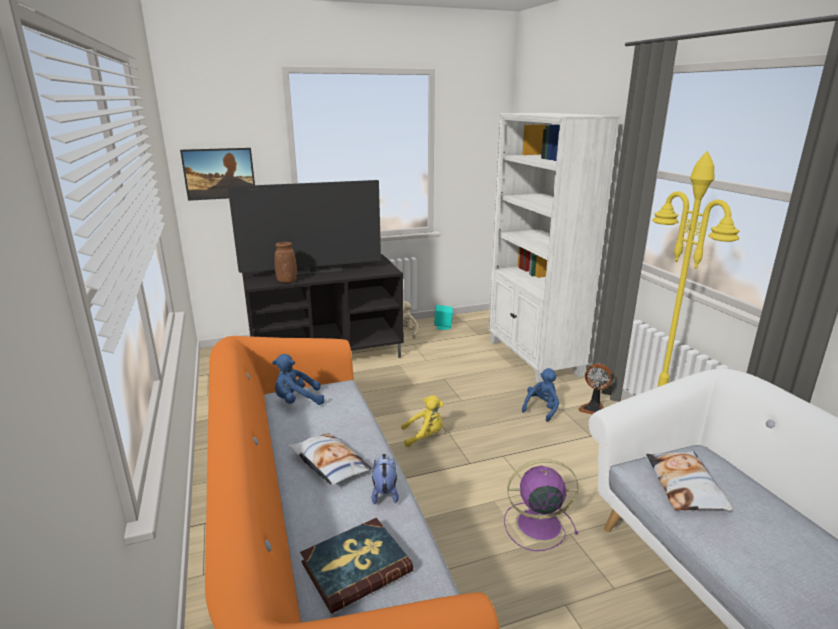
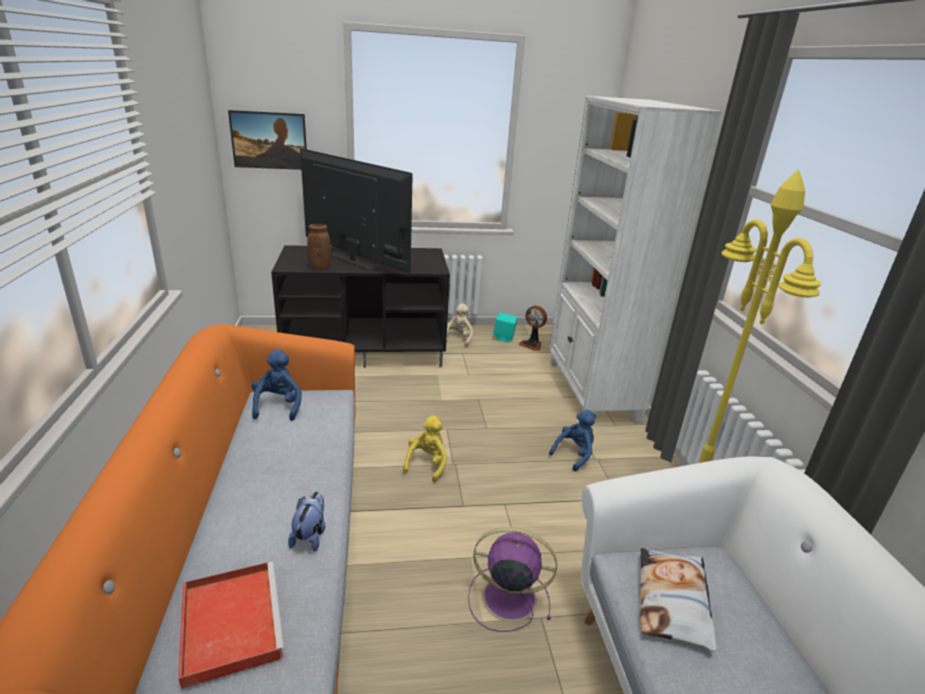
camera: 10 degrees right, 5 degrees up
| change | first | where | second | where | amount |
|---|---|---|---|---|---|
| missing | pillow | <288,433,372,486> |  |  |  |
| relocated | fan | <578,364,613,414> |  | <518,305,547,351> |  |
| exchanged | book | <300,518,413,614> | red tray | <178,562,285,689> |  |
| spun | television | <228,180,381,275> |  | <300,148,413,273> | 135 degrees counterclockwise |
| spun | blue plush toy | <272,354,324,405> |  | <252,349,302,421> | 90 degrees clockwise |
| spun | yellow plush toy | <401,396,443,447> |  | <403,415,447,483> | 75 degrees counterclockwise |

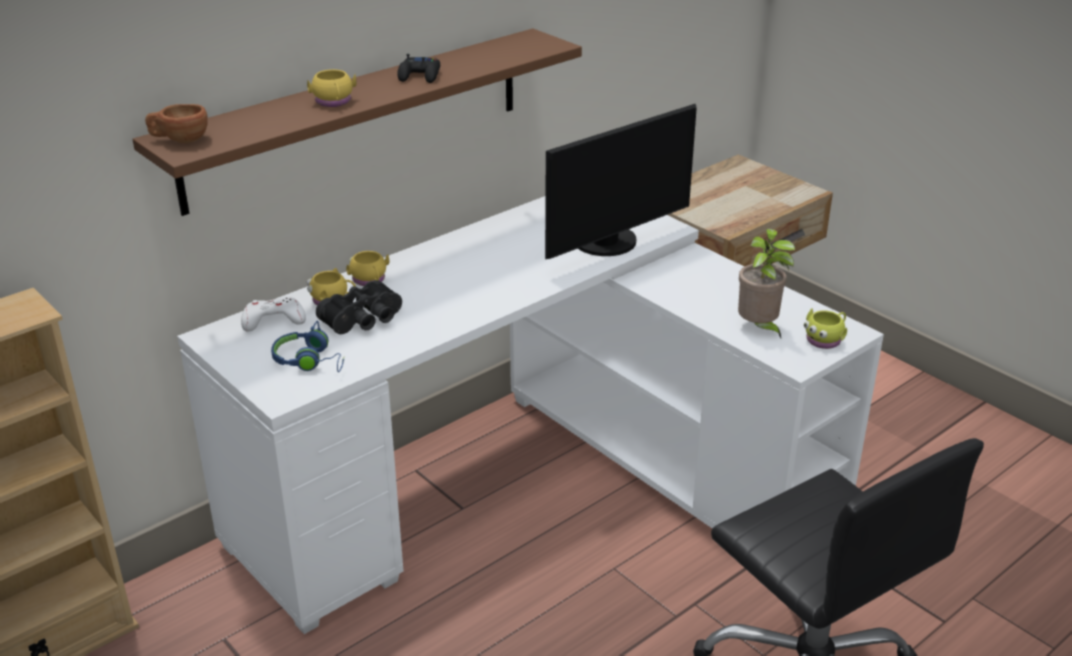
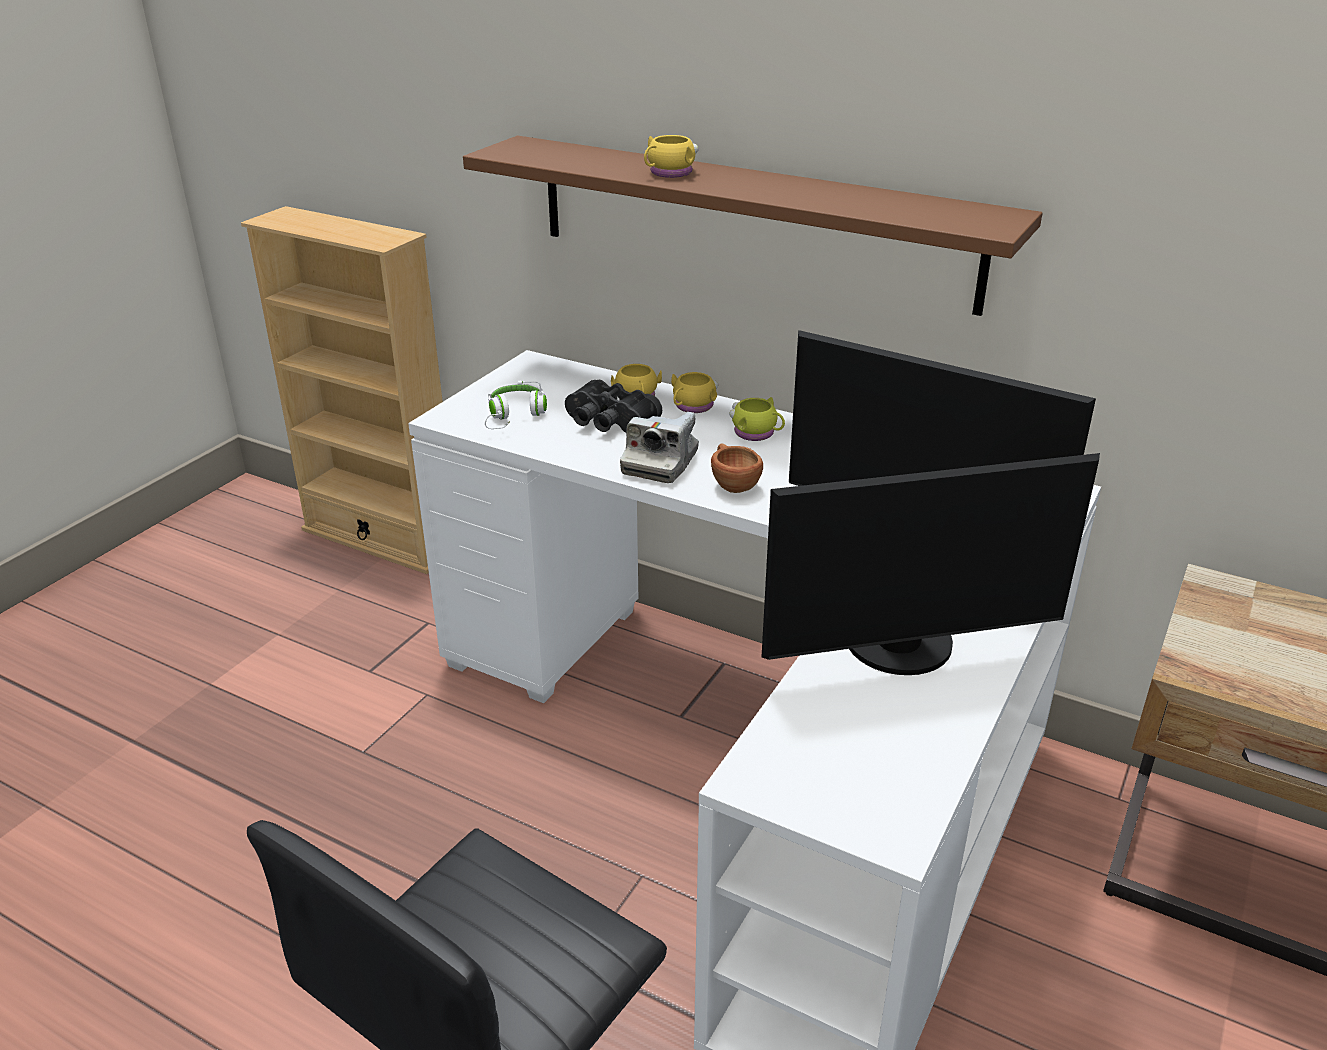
camera: 70 degrees right, 0 degrees up
| change | first | where | second | where | amount |
|---|---|---|---|---|---|
| missing | white game controller | <241,297,306,331> |  |  |  |
| missing | black game controller | <397,54,440,83> |  |  |  |
| missing | potted plant | <738,229,795,338> |  |  |  |
| appeared |  |  | photo camera | <620,412,699,483> |  |
| appeared |  |  | monitor | <761,453,1100,675> |  |
| relocated | brown cup | <145,104,208,143> |  | <711,443,763,493> |  |
| relocated | yellow mug | <804,309,847,349> |  | <729,397,785,441> |  |
| colour | blue headphones | <271,321,344,372> | white headphones | <485,381,547,429> |  |

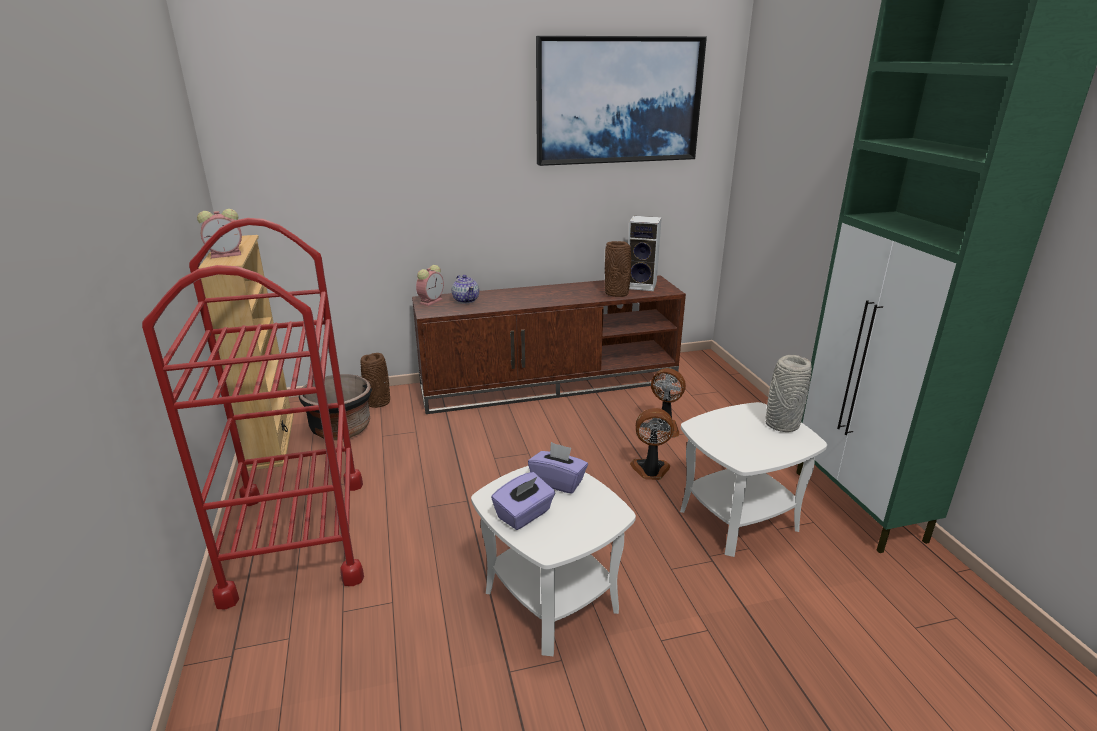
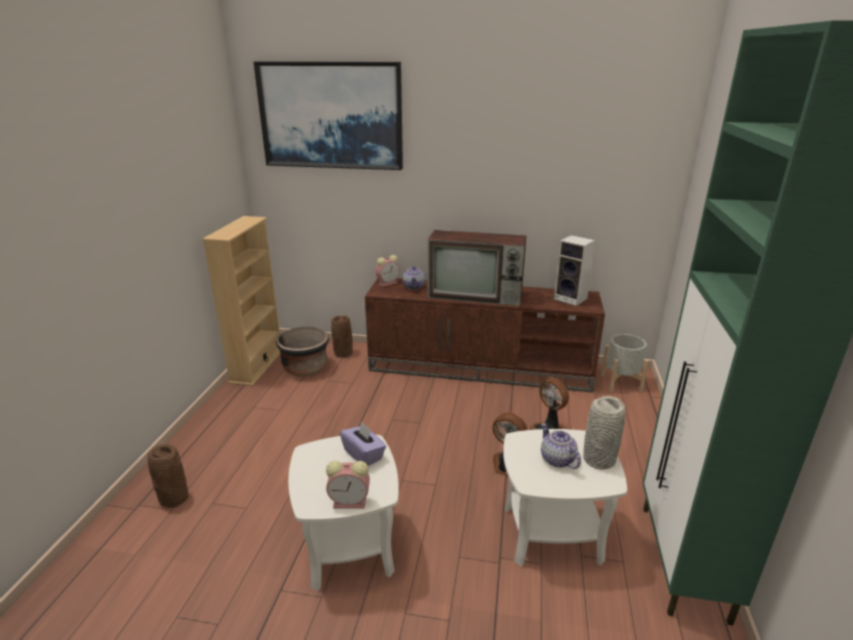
camera: 25 degrees right, 0 degrees up
| change | first | where | second | where | amount |
|---|---|---|---|---|---|
| missing | red cart | <142,218,364,609> |  |  |  |
| missing | purple tissue box | <491,472,555,530> |  |  |  |
| appeared |  |  | television | <428,230,526,306> |  |
| appeared |  |  | teapot | <541,423,581,469> |  |
| appeared |  |  | grey planter | <601,334,649,392> |  |
| relocated | alarm clock | <197,209,242,258> |  | <326,461,370,508> |  |
| relocated | picture | <536,36,707,166> |  | <254,61,403,170> |  |
| relocated | brown vase | <605,241,631,297> |  | <147,444,188,508> |  |

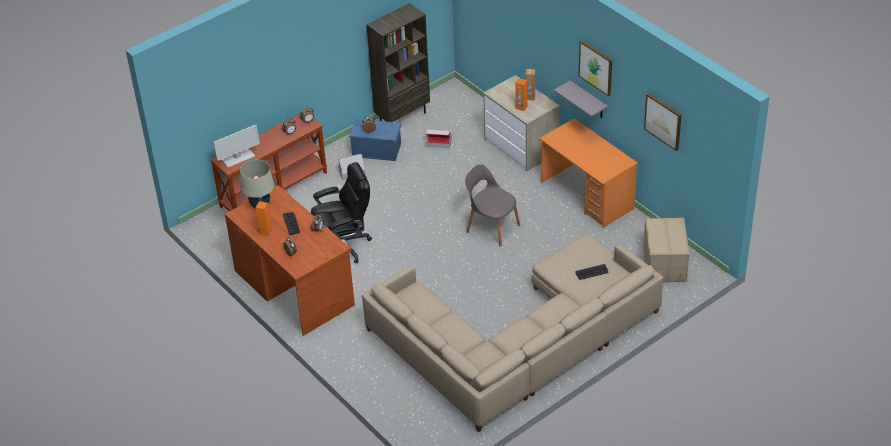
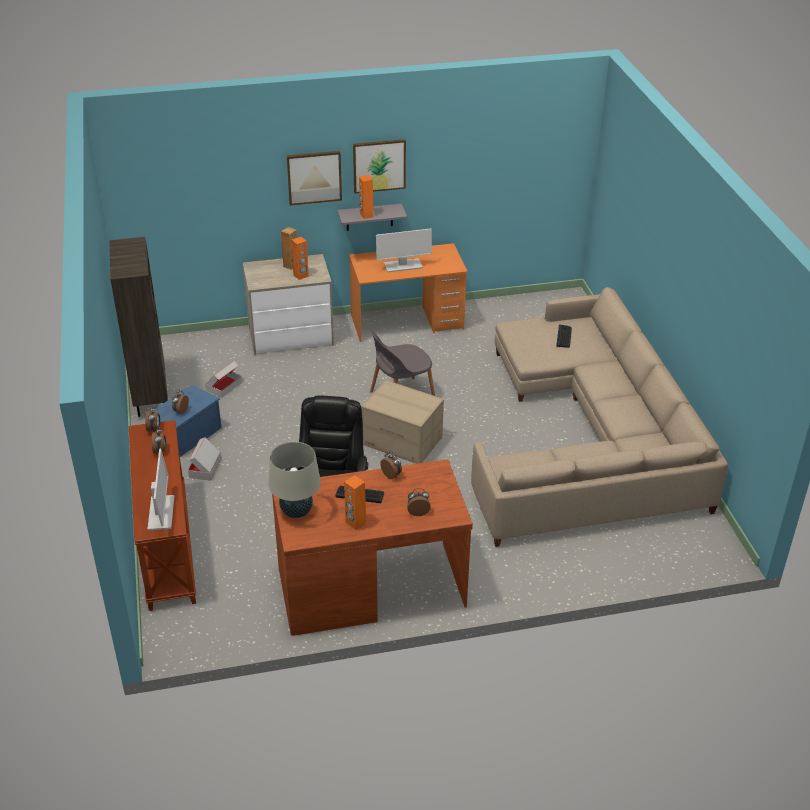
camera: 65 degrees left, 5 degrees down
| change | first | where | second | where | amount |
|---|---|---|---|---|---|
| appeared |  |  | orange speaker | <359,175,373,219> |  |
| appeared |  |  | monitor | <376,229,432,273> |  |
| relocated | cardboard box | <643,218,689,282> |  | <362,380,444,464> |  |
| relocated | picture | <644,93,682,151> |  | <286,151,342,206> |  |

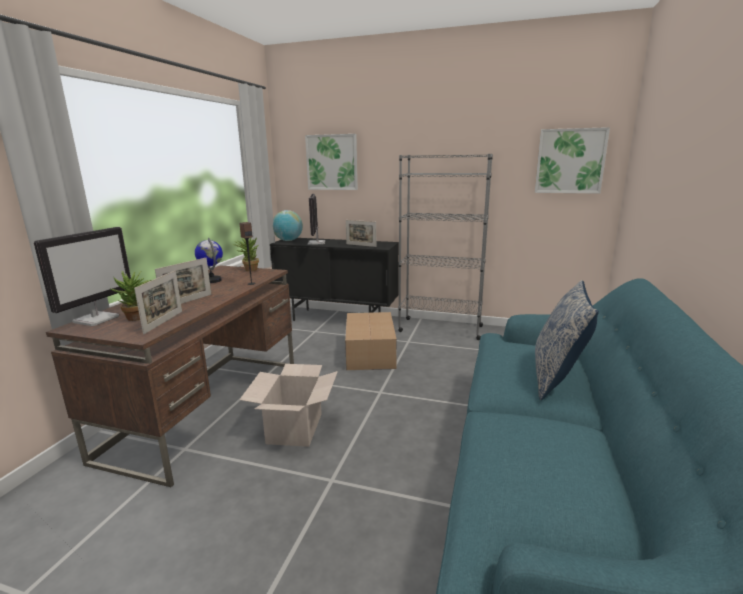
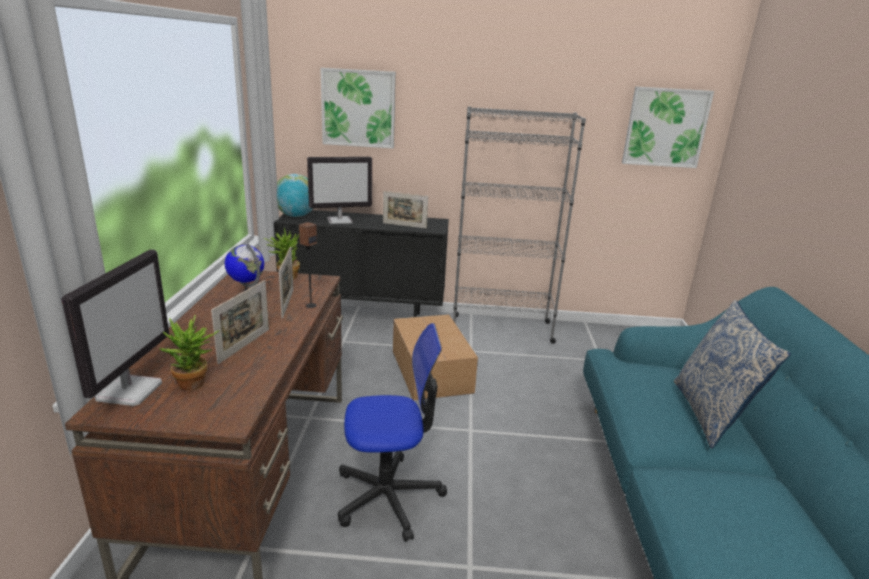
camera: 15 degrees left, 5 degrees up
| change | first | where | second | where | amount |
|---|---|---|---|---|---|
| relocated | picture frame | <134,270,182,334> |  | <279,247,294,318> |  |
| exchanged | cardboard box | <239,364,338,447> | office chair | <338,323,447,542> |  |
| spun | monitor | <308,194,325,245> |  | <307,157,372,225> | 90 degrees counterclockwise |

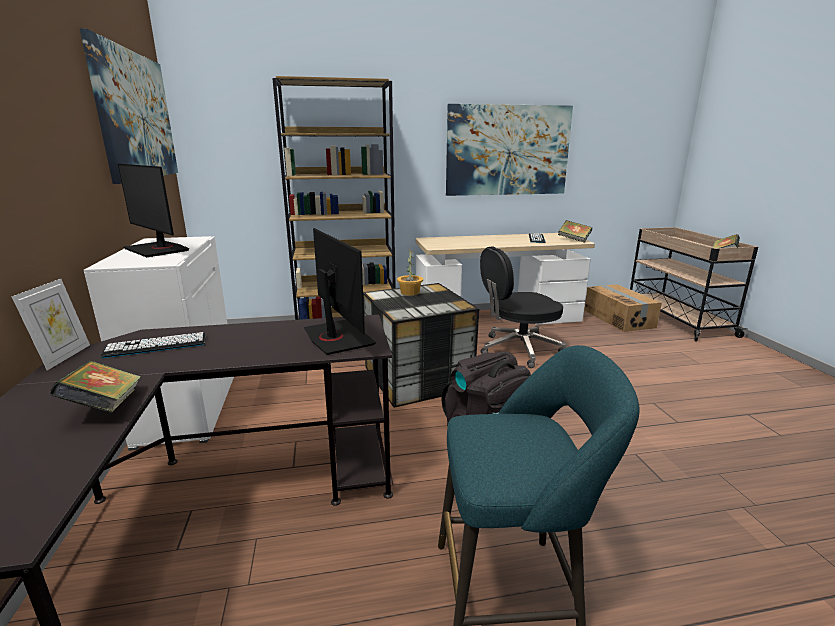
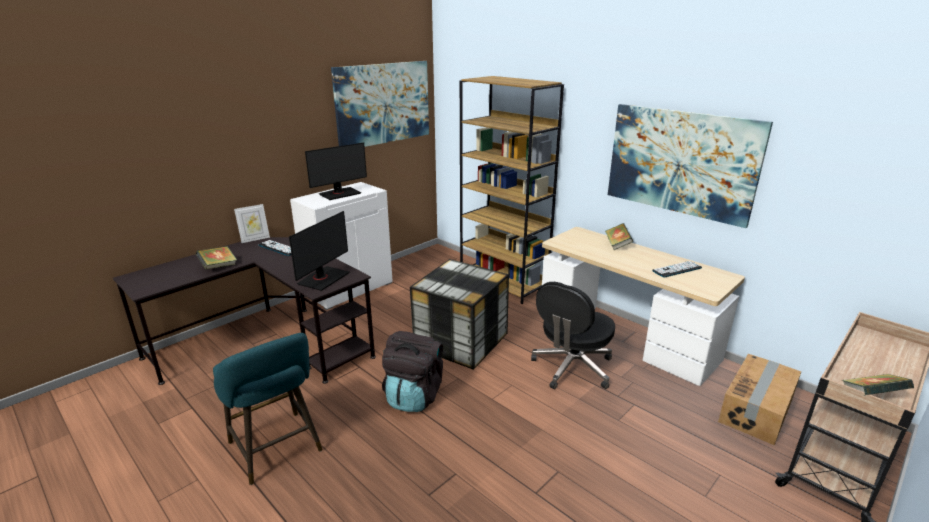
camera: 55 degrees right, 5 degrees up
| change | first | where | second | where | amount |
|---|---|---|---|---|---|
| missing | potted plant | <397,250,423,296> |  |  |  |
| relocated | book | <558,220,592,243> |  | <605,223,633,250> |  |
| spun | monitor | <118,164,190,257> |  | <305,142,367,200> | 135 degrees counterclockwise |
| spun | black office chair | <480,246,567,368> |  | <531,282,615,389> | 90 degrees counterclockwise |

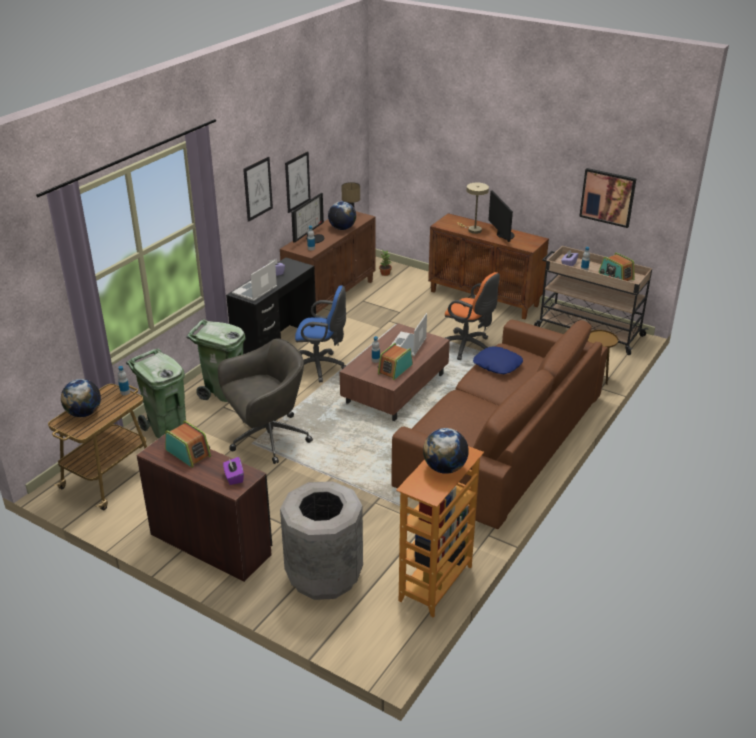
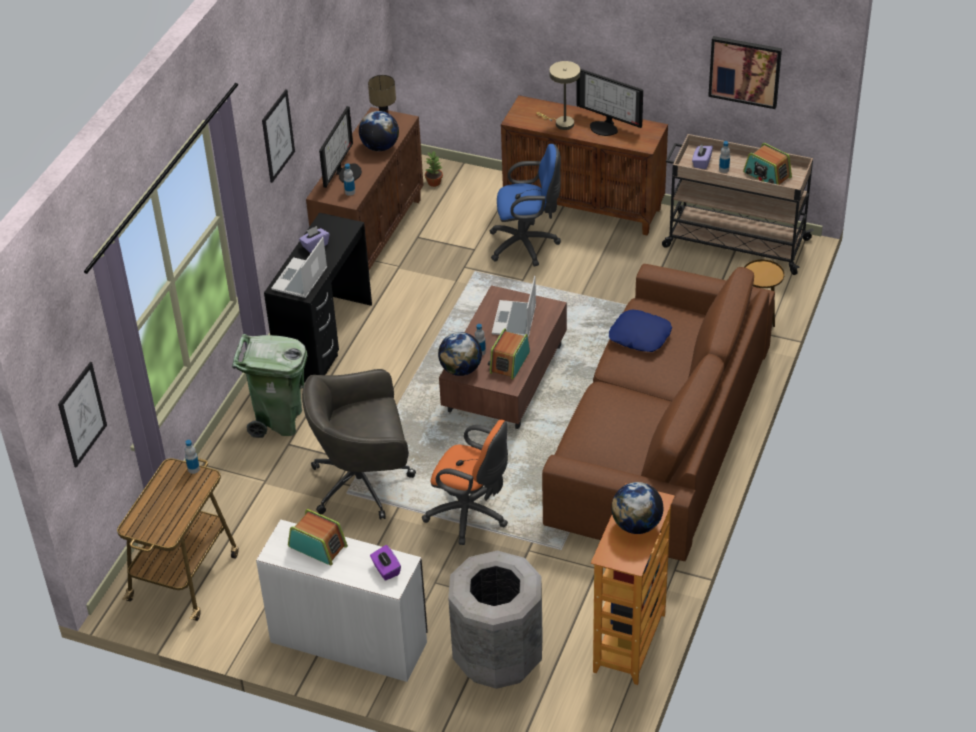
camera: 10 degrees left, 10 degrees up
| change | first | where | second | where | amount |
|---|---|---|---|---|---|
| missing | green trash can | <126,349,186,439> |  |  |  |
| relocated | globe | <61,379,101,417> |  | <438,332,482,376> |  |
| relocated | picture | <285,151,310,213> |  | <58,362,107,468> |  |
| relocated | blue office chair | <295,285,346,382> |  | <490,144,561,267> |  |
| relocated | orange office chair | <445,272,500,360> |  | <422,420,508,545> |  |
| colour | brown desk | <136,434,272,582> | white desk | <256,519,428,682> |  |
| spun | grey office chair | <218,338,313,464> |  | <302,369,416,519> | 150 degrees counterclockwise |
| spun | monitor | <488,191,514,242> |  | <577,69,643,136> | 150 degrees clockwise |

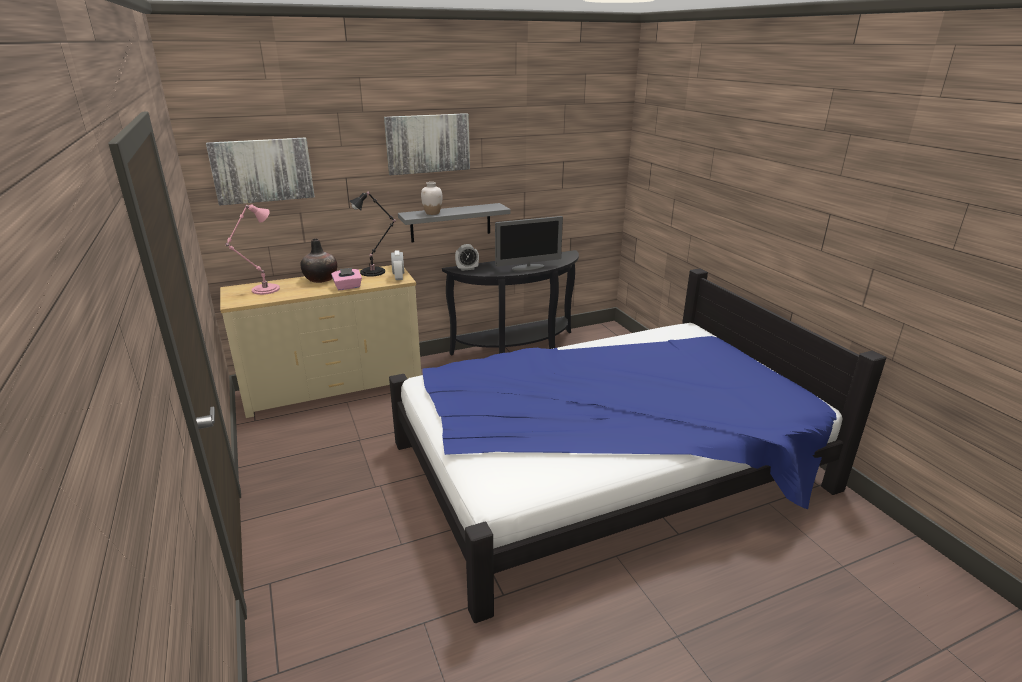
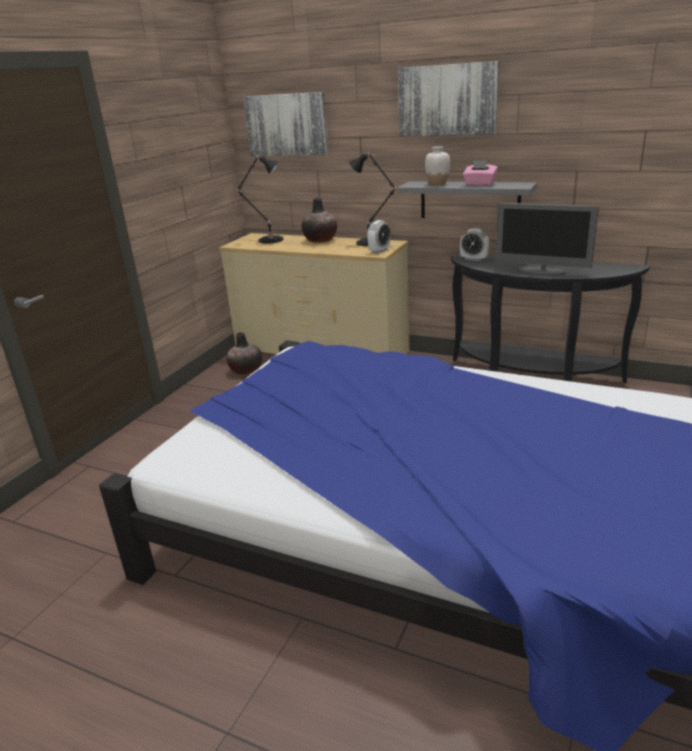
camera: 50 degrees right, 0 degrees up
| change | first | where | second | where | amount |
|---|---|---|---|---|---|
| appeared |  |  | vase | <227,332,262,375> |  |
| relocated | pink tissue box | <331,268,362,290> |  | <463,160,498,186> |  |
| colour | pink table lamp | <225,205,280,295> | black table lamp | <236,155,284,244> |  |

